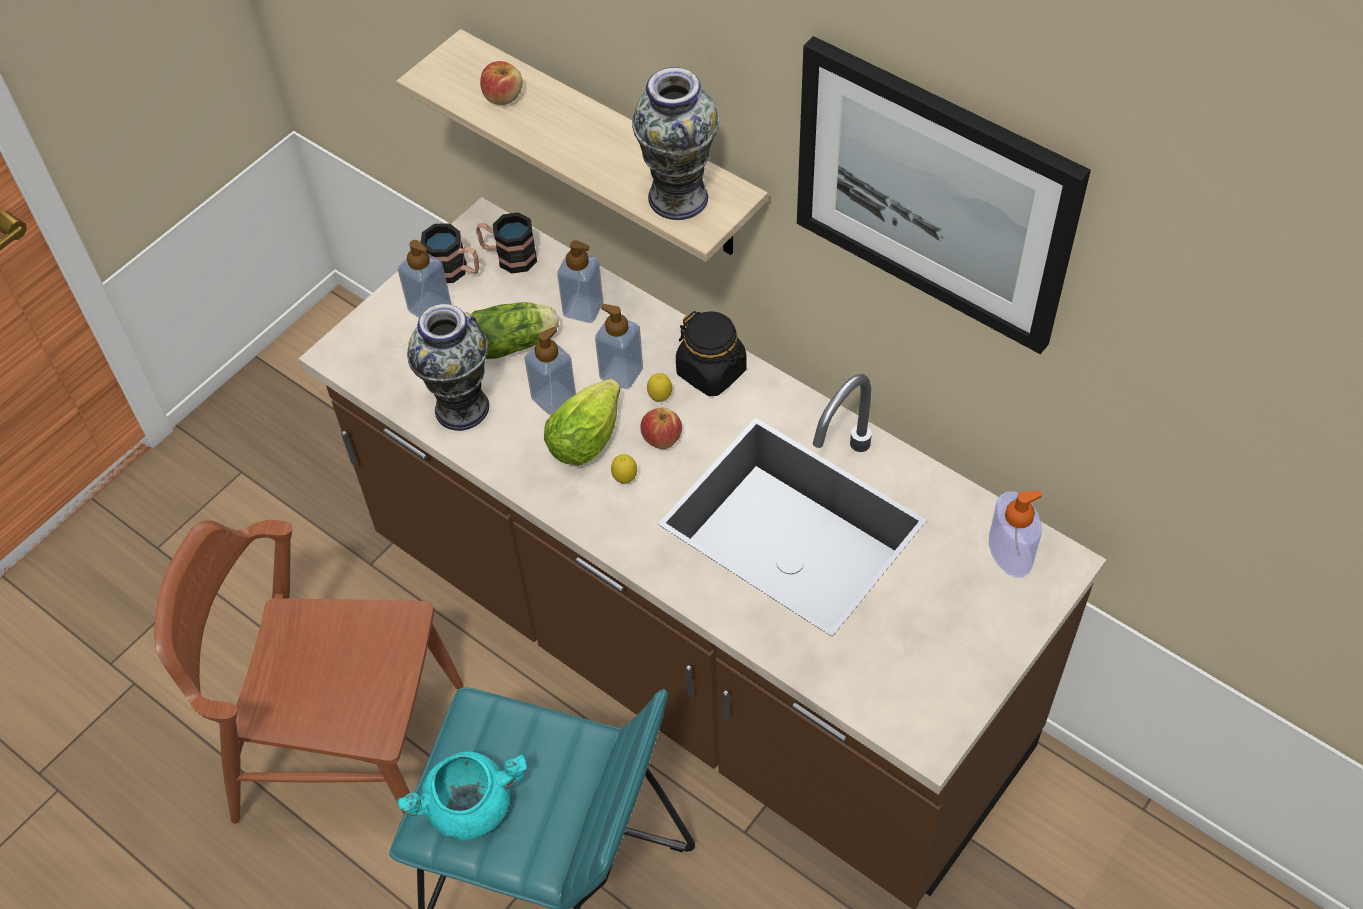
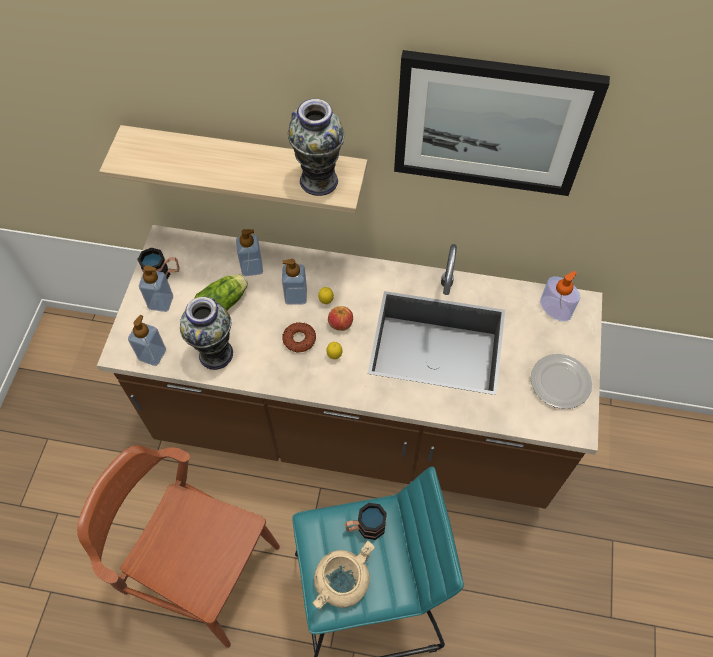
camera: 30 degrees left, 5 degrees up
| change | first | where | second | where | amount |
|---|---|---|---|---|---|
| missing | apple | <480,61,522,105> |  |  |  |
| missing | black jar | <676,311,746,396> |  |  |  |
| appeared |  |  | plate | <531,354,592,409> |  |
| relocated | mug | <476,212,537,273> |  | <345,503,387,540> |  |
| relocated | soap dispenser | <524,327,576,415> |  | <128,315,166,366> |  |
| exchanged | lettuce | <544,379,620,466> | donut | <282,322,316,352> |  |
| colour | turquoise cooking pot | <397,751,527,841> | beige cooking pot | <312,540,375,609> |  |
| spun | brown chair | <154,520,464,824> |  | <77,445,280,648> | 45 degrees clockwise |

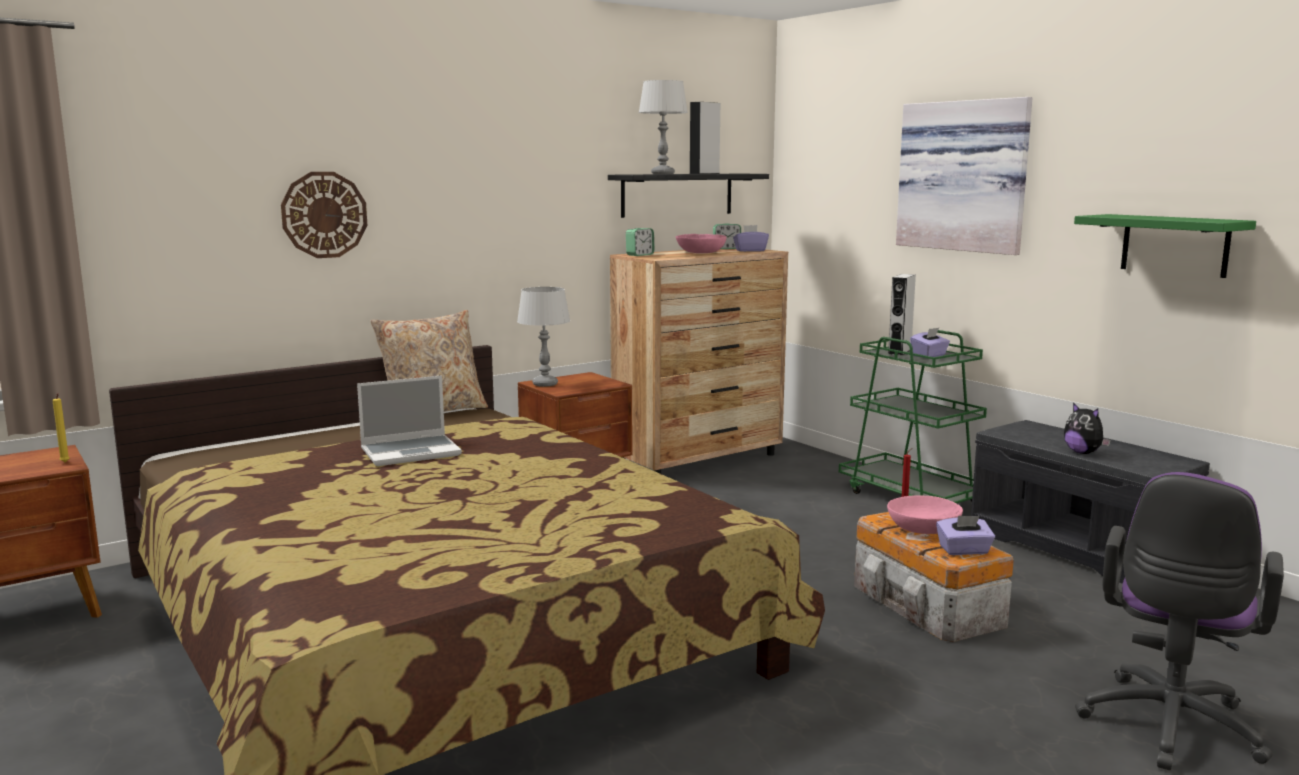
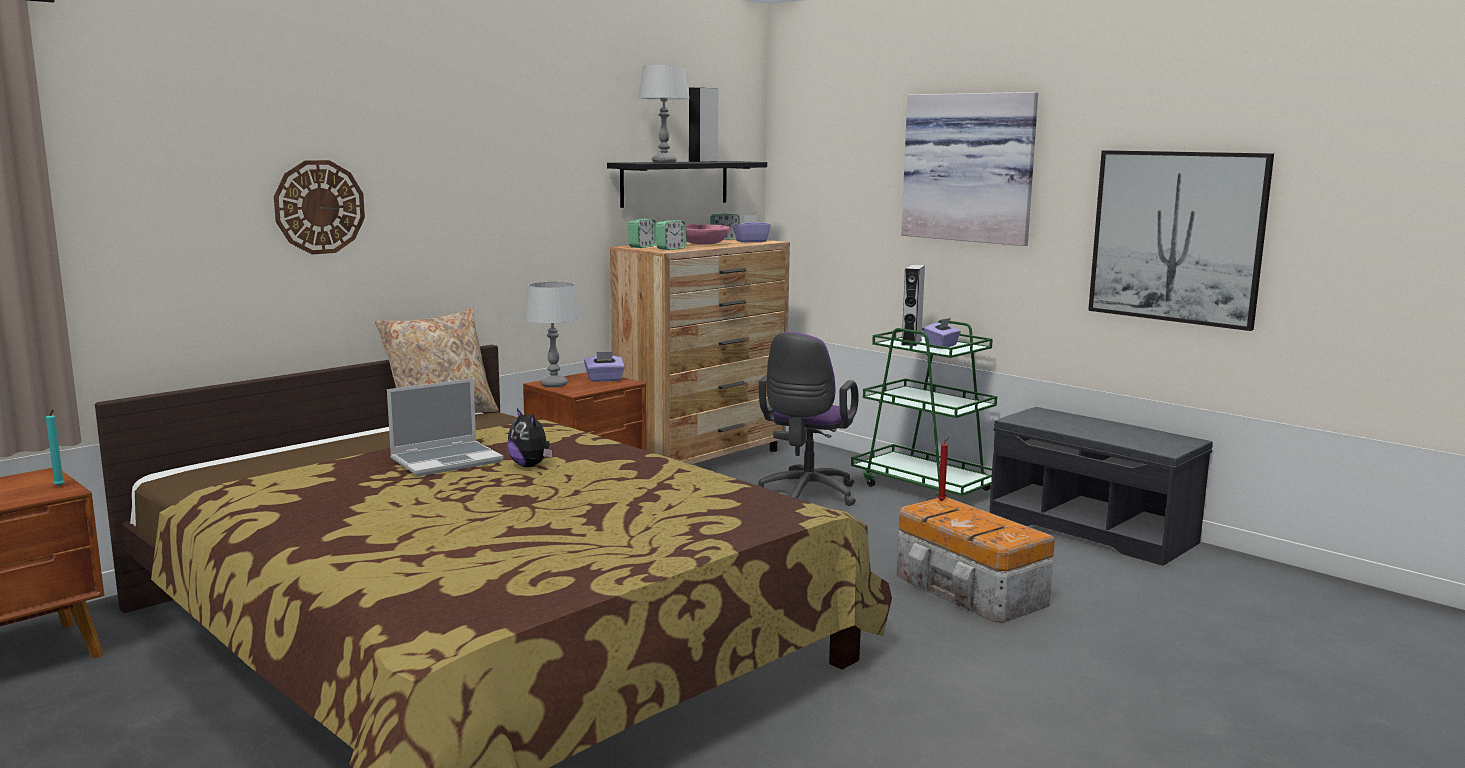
camera: 10 degrees left, 0 degrees up
| change | first | where | second | where | amount |
|---|---|---|---|---|---|
| missing | pink bowl | <887,495,963,534> |  |  |  |
| appeared |  |  | alarm clock | <656,220,687,250> |  |
| relocated | purple tissue box | <936,516,995,555> |  | <584,352,625,382> |  |
| relocated | plush toy | <1064,402,1111,454> |  | <507,408,552,467> |  |
| relocated | purple office chair | <1075,472,1284,770> |  | <757,332,859,506> |  |
| exchanged | green shelf | <1074,214,1256,278> | picture | <1088,150,1274,331> |  |
| colour | yellow candle | <52,393,70,462> | turquoise candle | <46,410,65,487> |  |

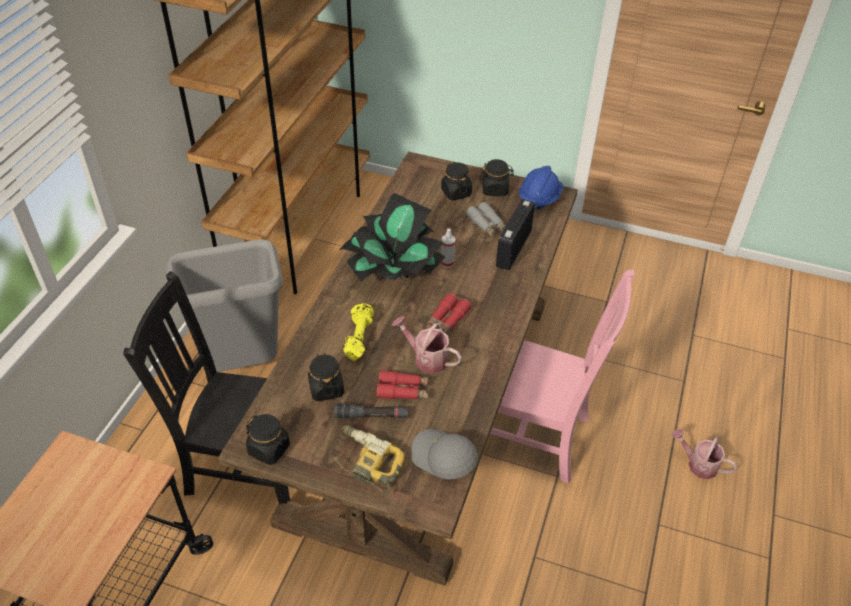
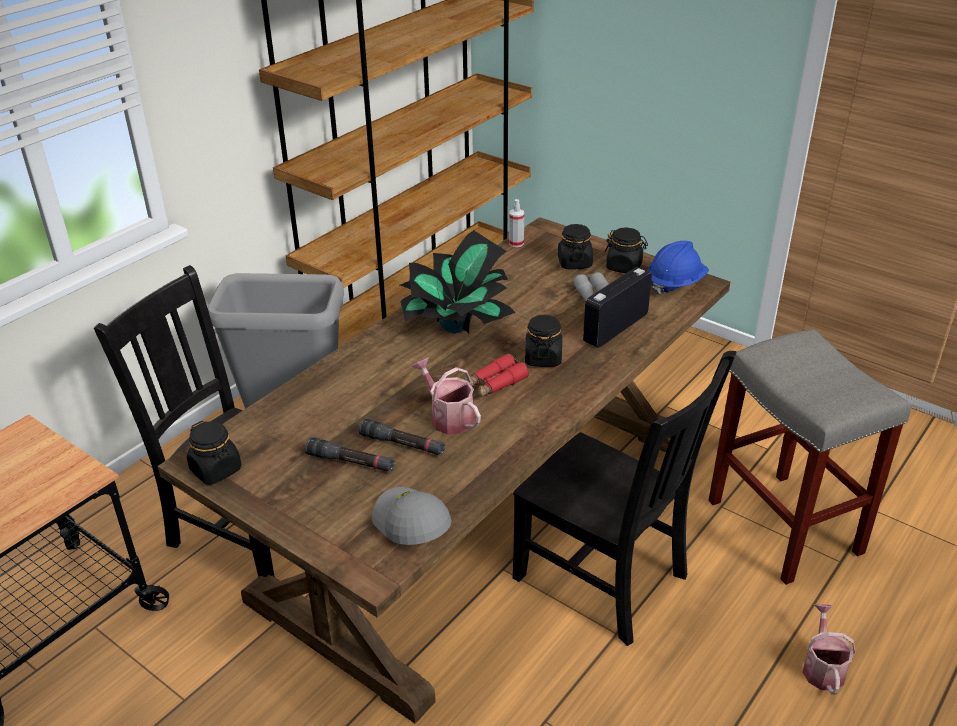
camera: 20 degrees right, 10 degrees down
| change | first | where | second | where | amount |
|---|---|---|---|---|---|
| missing | power drill | <333,425,405,495> |  |  |  |
| missing | yellow dumbbell | <344,303,374,361> |  |  |  |
| appeared |  |  | grey stool | <708,329,911,585> |  |
| relocated | black jar | <308,353,344,401> |  | <525,314,562,367> |  |
| relocated | spray bottle | <441,229,455,268> |  | <509,199,524,247> |  |
| exchanged | red binoculars | <376,370,430,399> | black flashlight | <358,418,445,456> |  |
| colour | pink chair | <490,270,635,484> | black chair | <513,351,736,646> |  |
| spun | watering can | <671,429,737,479> |  | <803,604,856,695> | 45 degrees clockwise |

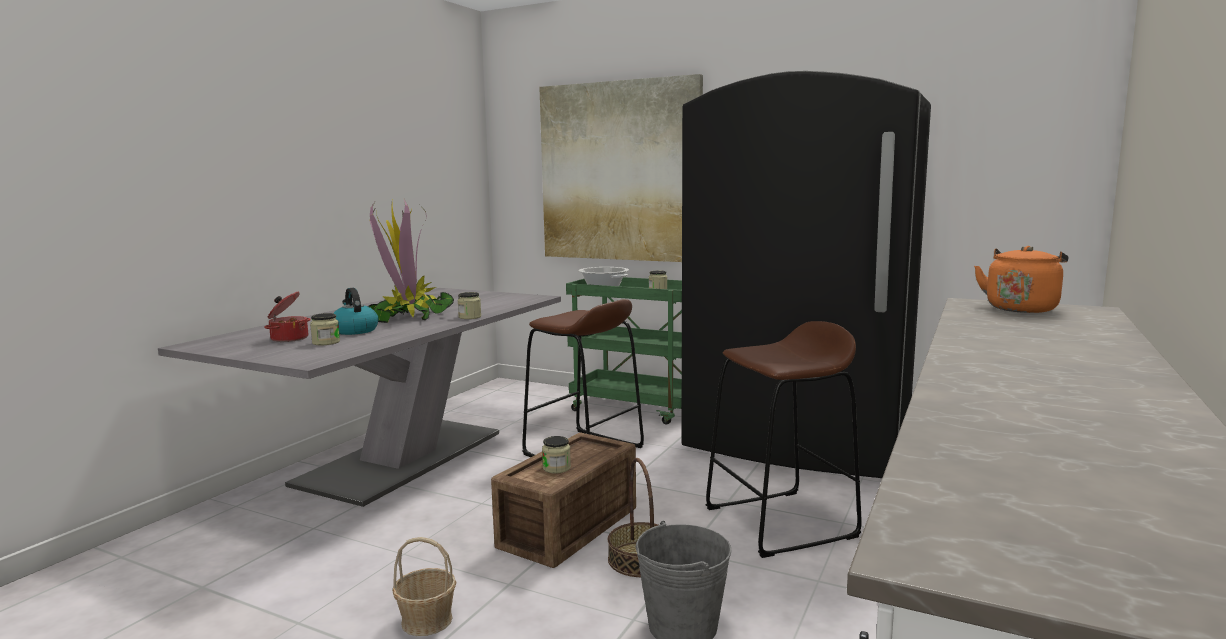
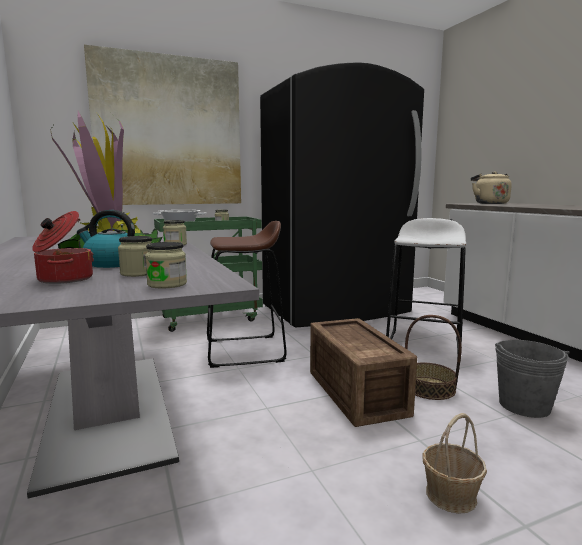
camera: 50 degrees left, 0 degrees up
| change | first | where | second | where | amount |
|---|---|---|---|---|---|
| relocated | jar | <542,436,571,474> |  | <145,242,187,289> |  |
| colour | brown stool | <706,321,862,558> | white stool | <386,218,466,362> |  |
| colour | orange kettle | <974,246,1068,313> | beige kettle | <471,171,512,204> |  |

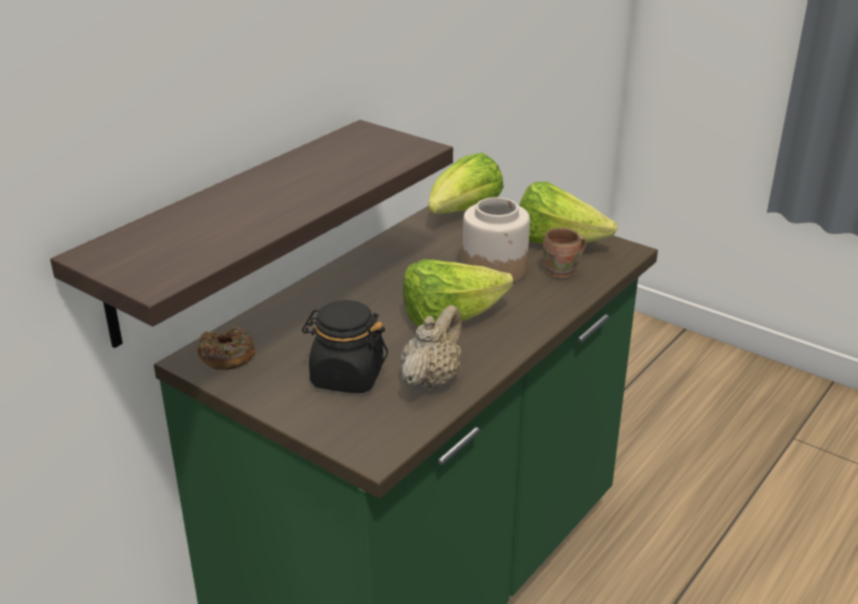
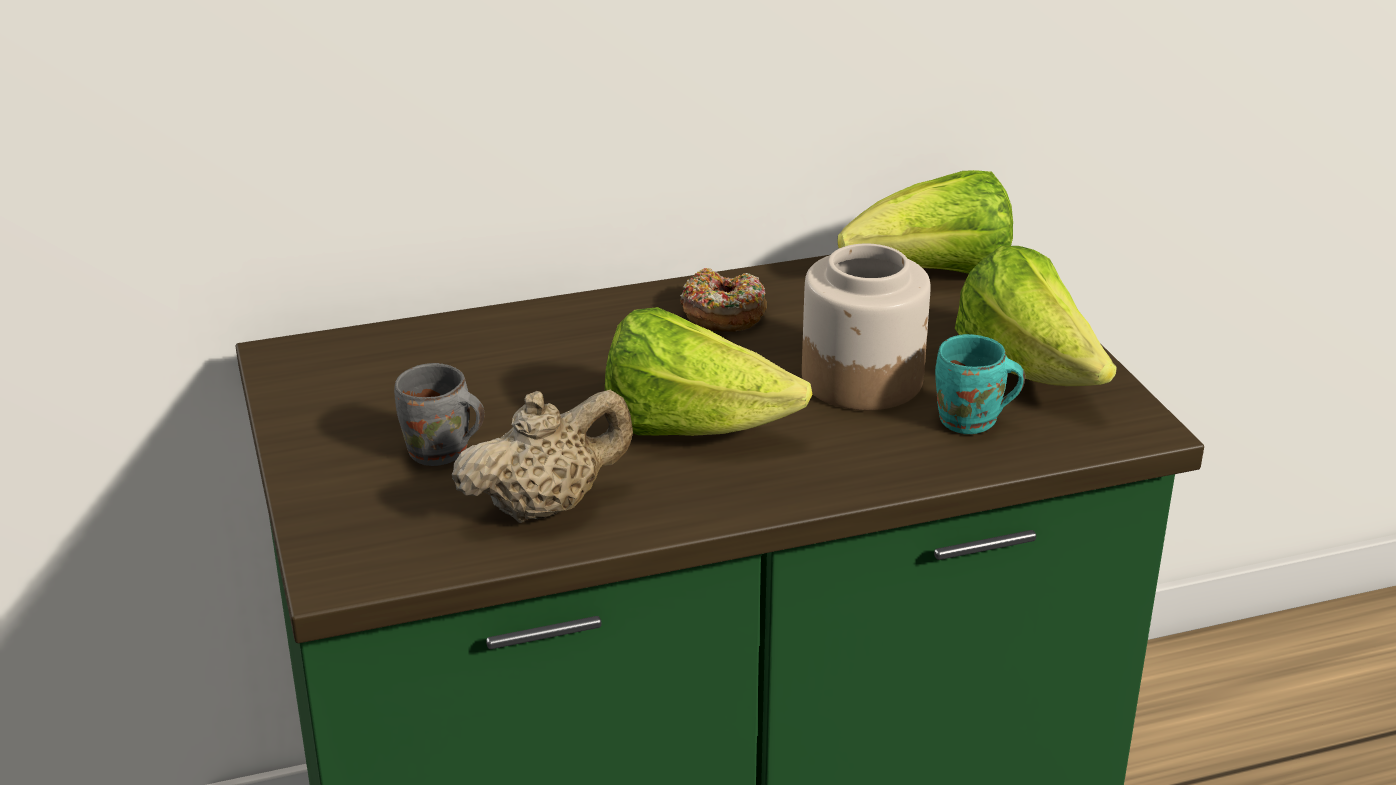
camera: 35 degrees right, 0 degrees up
| change | first | where | second | where | amount |
|---|---|---|---|---|---|
| missing | shelf | <50,120,453,348> |  |  |  |
| relocated | donut | <197,326,255,370> |  | <680,268,767,332> |  |
| exchanged | black jar | <302,300,388,393> | grey mug | <394,363,485,466> |  |
| colour | brown mug | <543,228,586,279> | turquoise mug | <935,334,1025,434> |  |

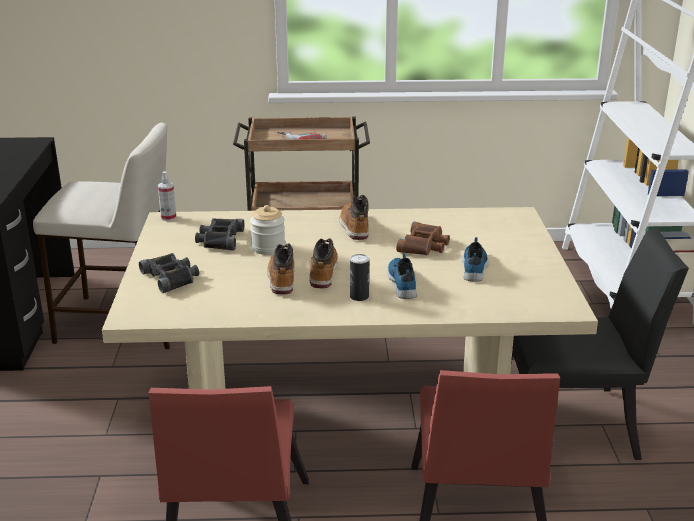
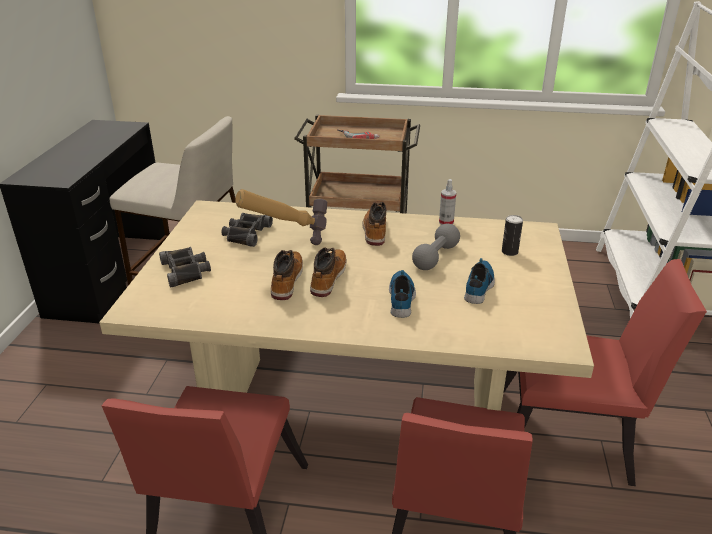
camera: 10 degrees right, 5 degrees up
| change | first | where | second | where | amount |
|---|---|---|---|---|---|
| relocated | spray bottle | <158,171,177,221> |  | <439,179,456,225> |  |
| relocated | can | <350,254,369,301> |  | <502,215,523,256> |  |
| exchanged | jar | <250,205,285,255> | hammer | <235,189,328,245> |  |
| exchanged | brown binoculars | <396,222,450,255> | grey dumbbell | <412,224,460,270> |  |
| colour | black chair | <511,228,689,460> | red chair | <503,259,707,486> |  |

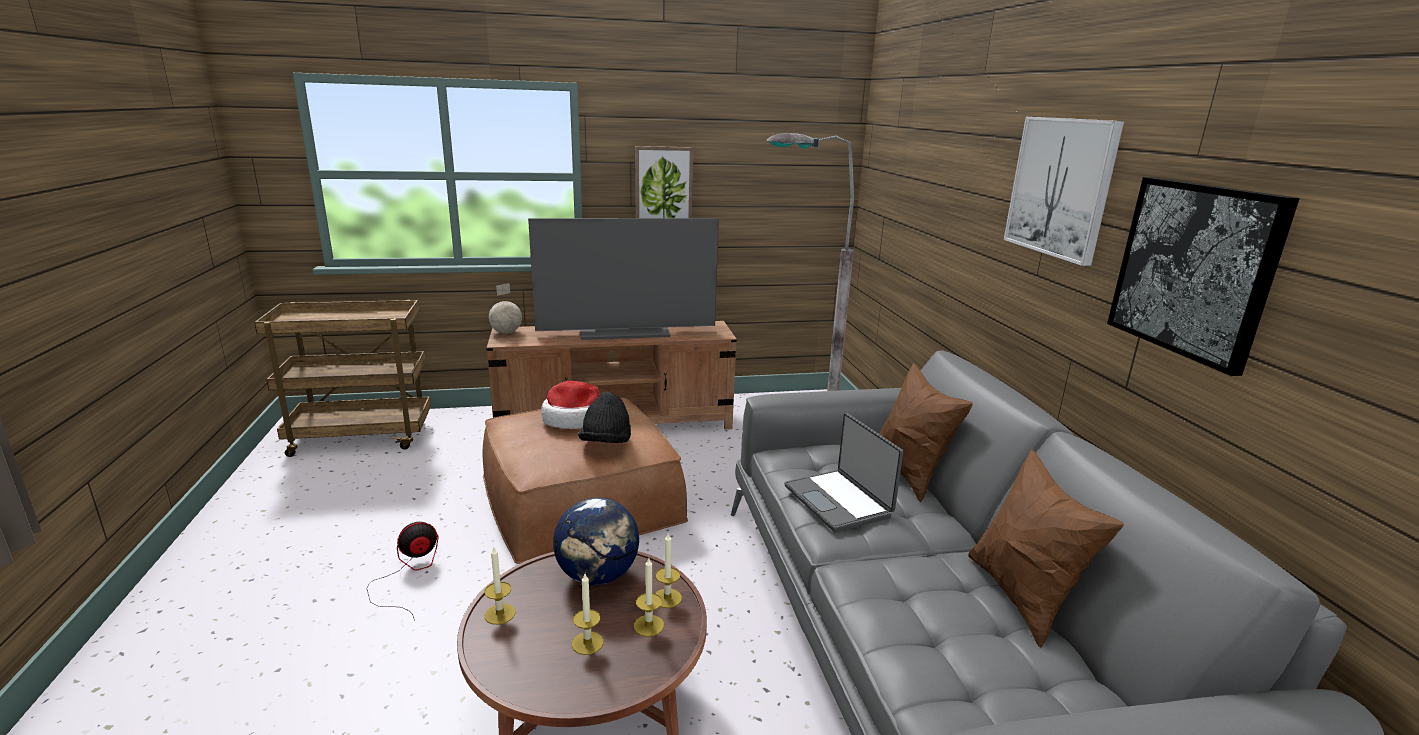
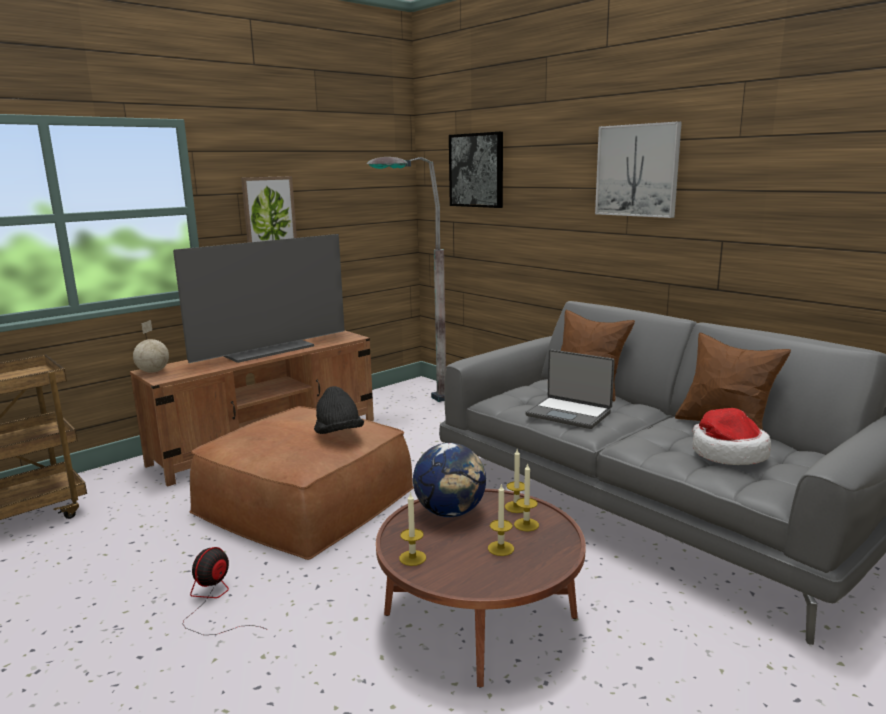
camera: 30 degrees left, 5 degrees down
| change | first | where | second | where | amount |
|---|---|---|---|---|---|
| relocated | hat | <541,381,599,429> |  | <692,408,771,465> |  |
| relocated | picture | <1107,177,1300,376> |  | <449,132,503,208> |  |

